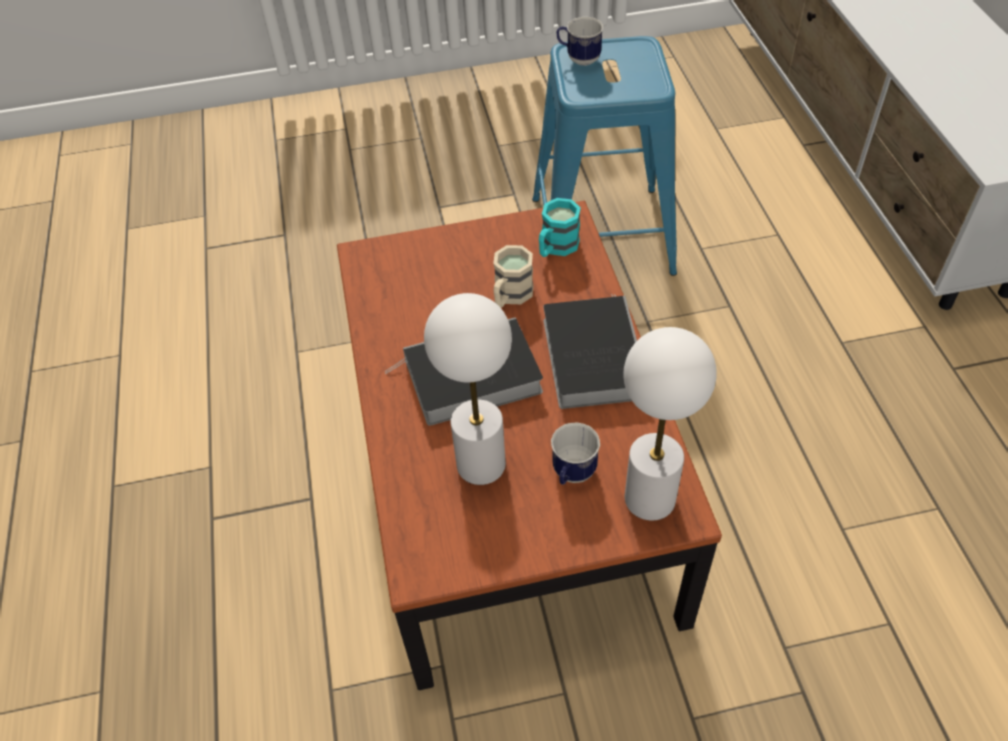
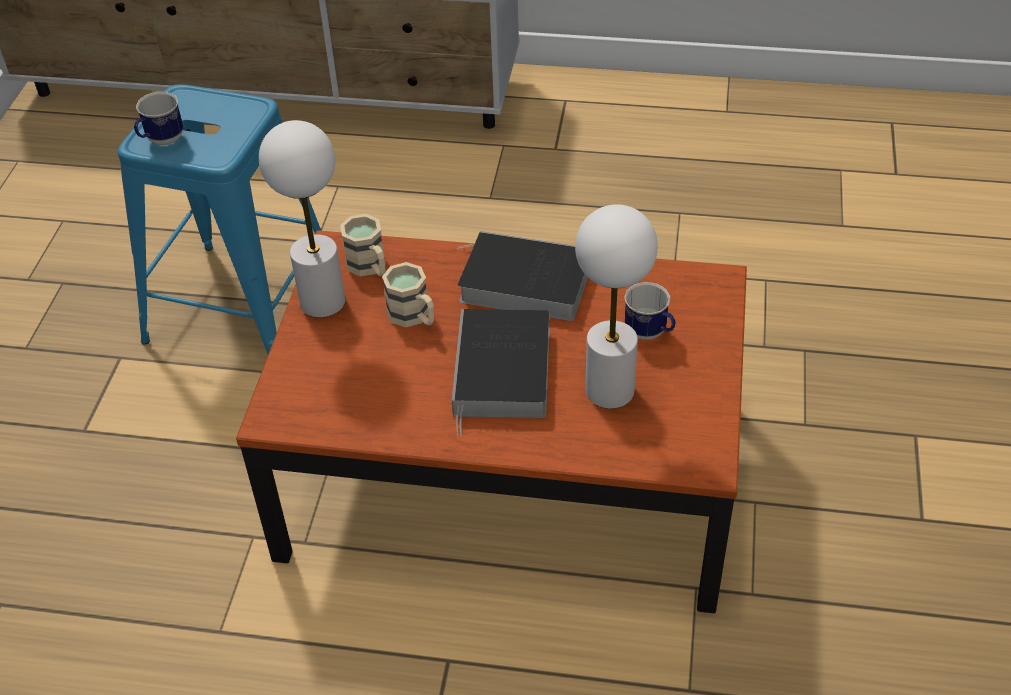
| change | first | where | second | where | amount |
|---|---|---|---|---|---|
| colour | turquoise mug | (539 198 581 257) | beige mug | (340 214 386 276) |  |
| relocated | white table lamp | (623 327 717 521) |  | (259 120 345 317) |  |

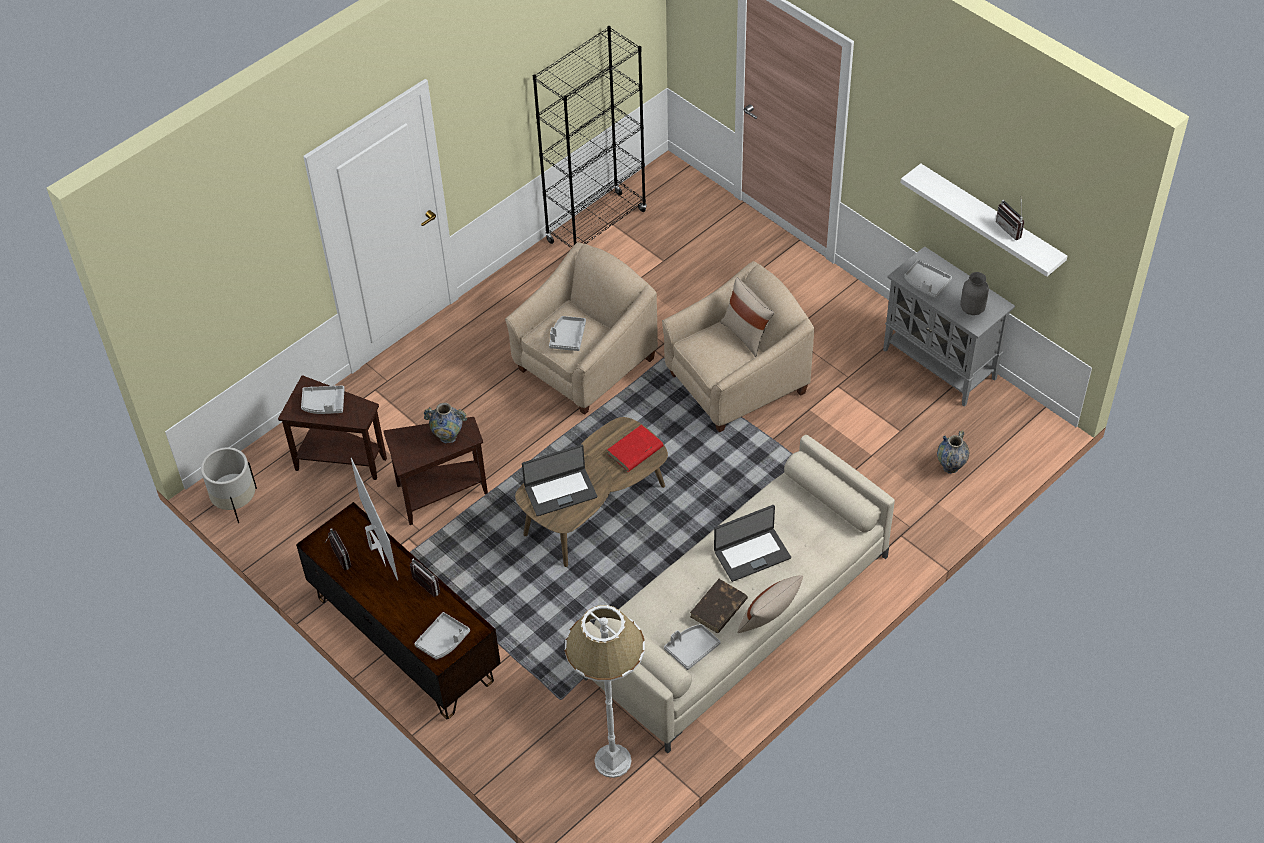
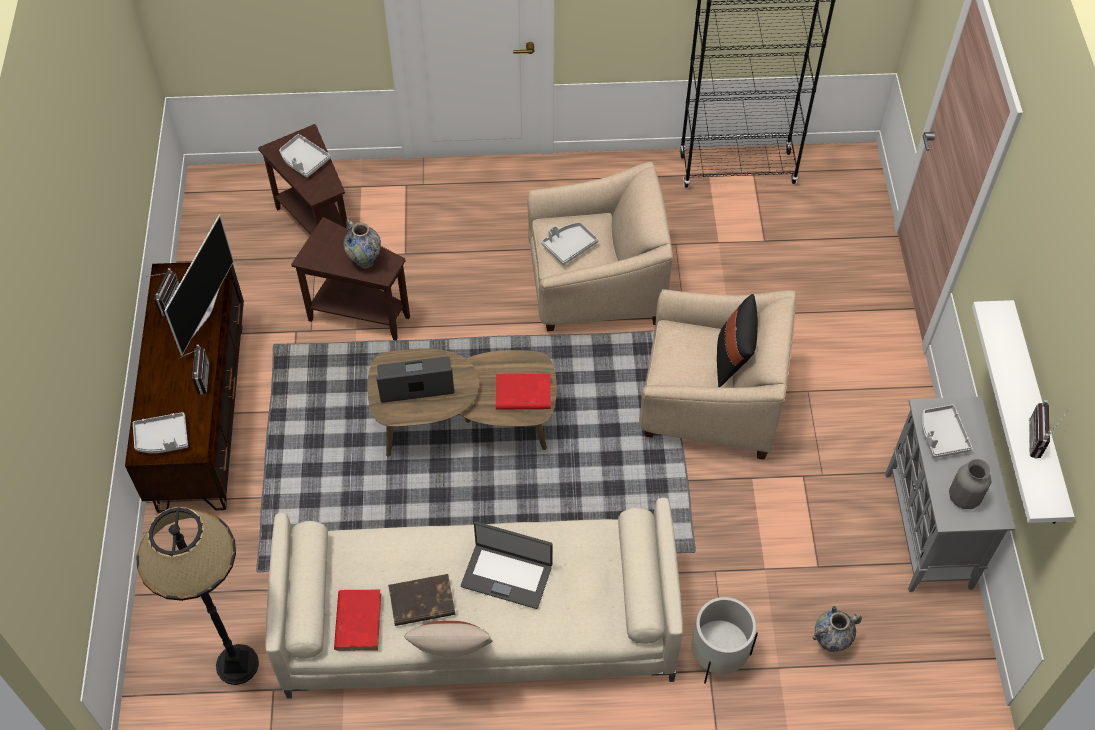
| change | first | where | second | where | amount |
|---|---|---|---|---|---|
| relocated | white planter | (201 447 257 523) |  | (691 597 758 684) |  |
| spun | laptop | (522 444 597 516) |  | (376 356 454 403) | 150 degrees clockwise |
| colour | white floor lamp | (565 605 645 778) | black floor lamp | (136 507 259 685) |  |
| exchanged | grey tray | (664 624 721 670) | red book | (334 590 381 651) |  |
| colour | beige pillow | (721 277 774 357) | black pillow | (717 294 758 387) |  |

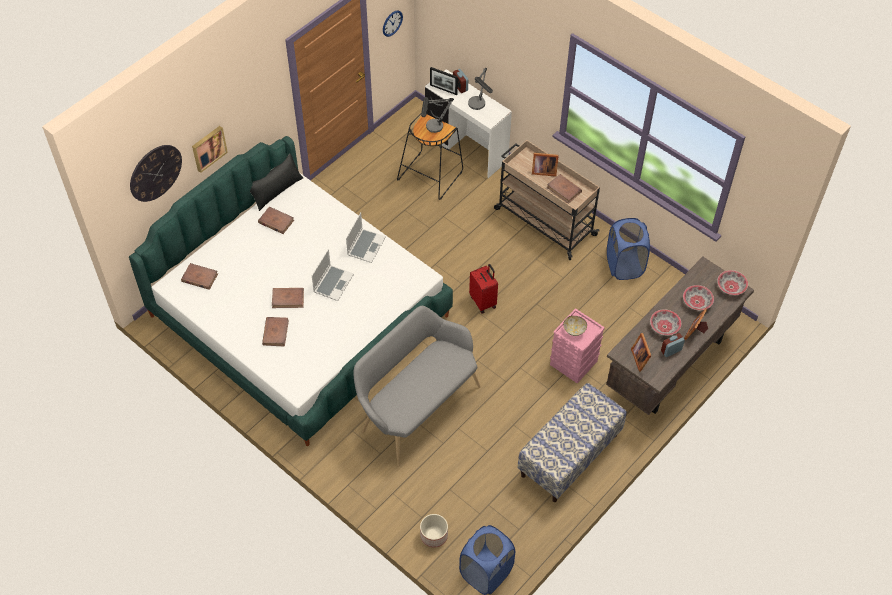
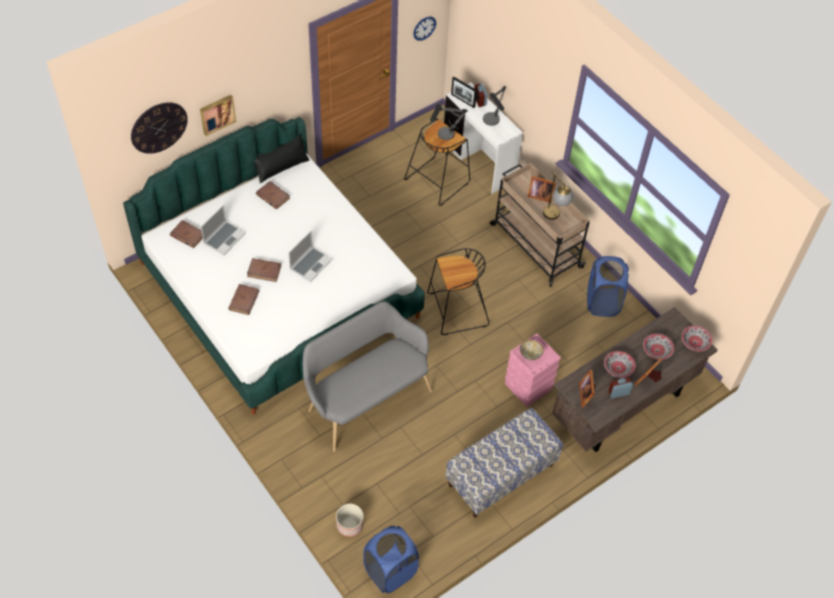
| change | first | where | second | where | amount |
|---|---|---|---|---|---|
| relocated | laptop | (346 212 386 263) |  | (201 205 246 255) |  |
| exchanged | red suitcase | (469 264 498 314) | black stool | (427 248 490 335) |  |
| exchanged | brown book | (547 174 582 204) | table lamp | (543 171 573 220) |  |

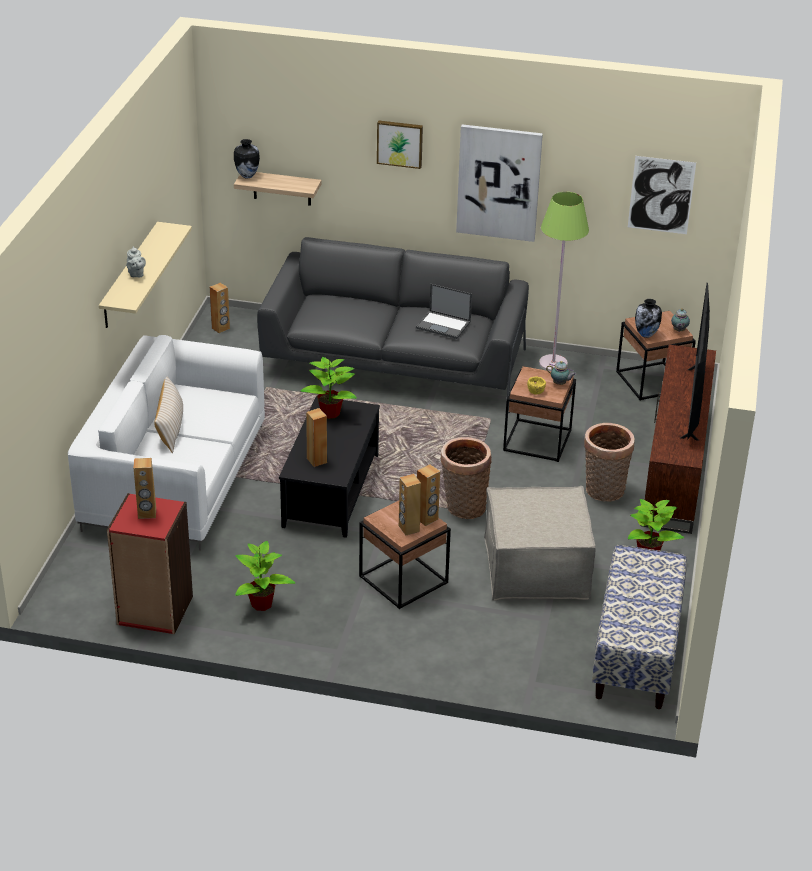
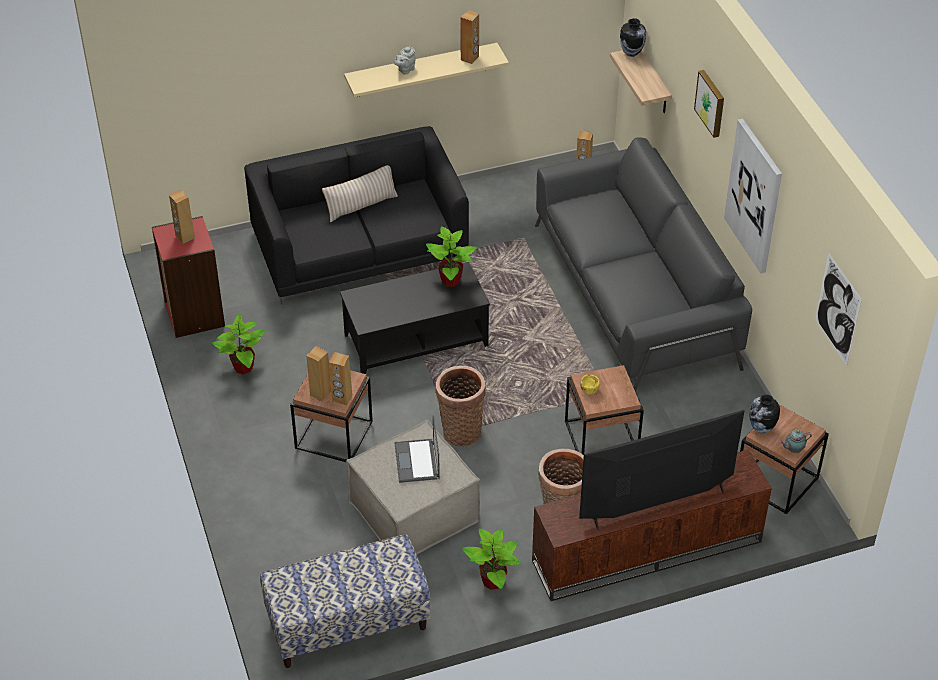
| change | first | where | second | where | amount |
|---|---|---|---|---|---|
| colour | white sofa | (68 335 265 551) | black sofa | (244 126 469 304) |  |
| relocated | brown speaker | (306 408 327 467) |  | (460 10 479 64) |  |
| relocated | laptop | (416 284 472 339) |  | (394 415 440 483) |  |
| missing | green floor lamp | (539 192 589 371) |  |  |  |
| missing | teapot | (546 361 576 385) |  |  |  |

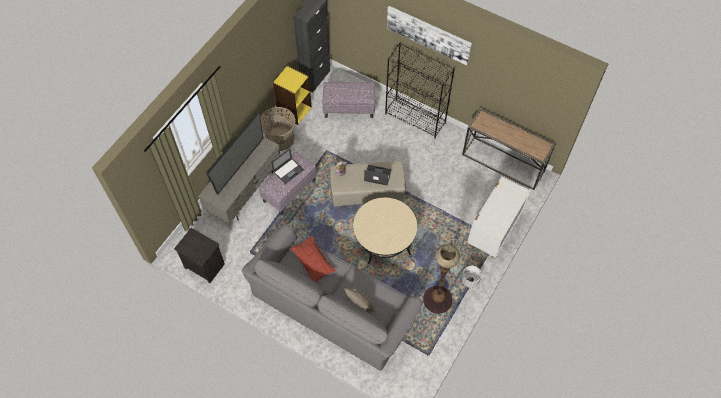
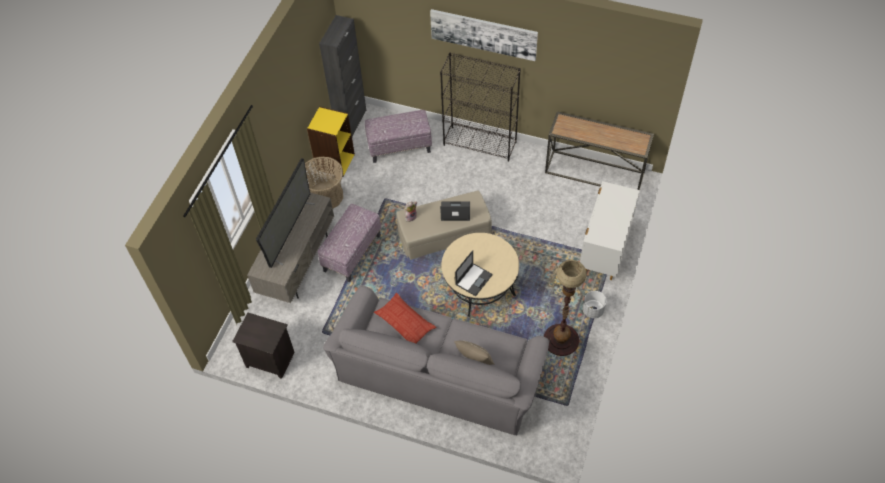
| change | first | where | second | where | amount |
|---|---|---|---|---|---|
| relocated | laptop | (271 148 304 184) |  | (455 250 493 296) |  |

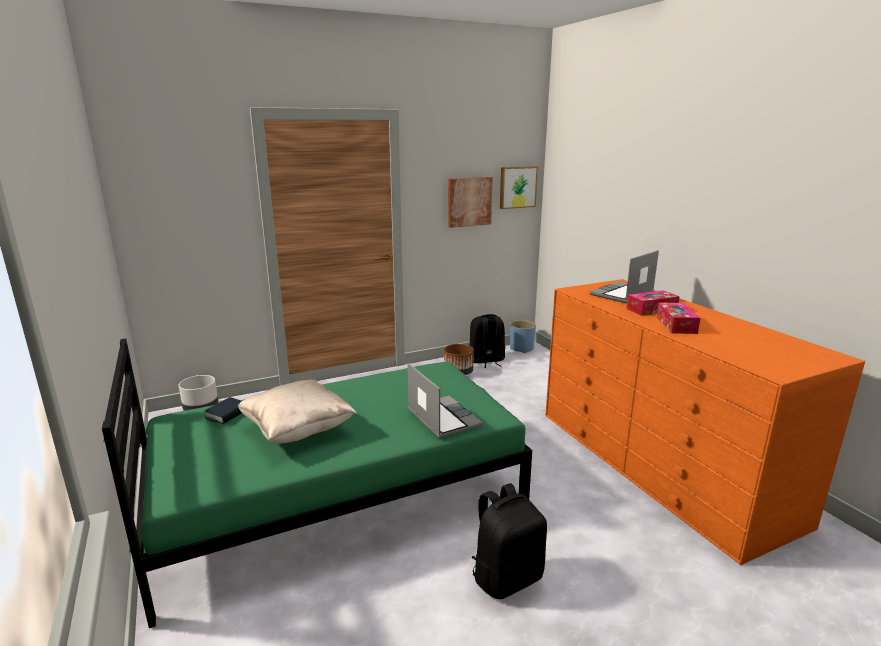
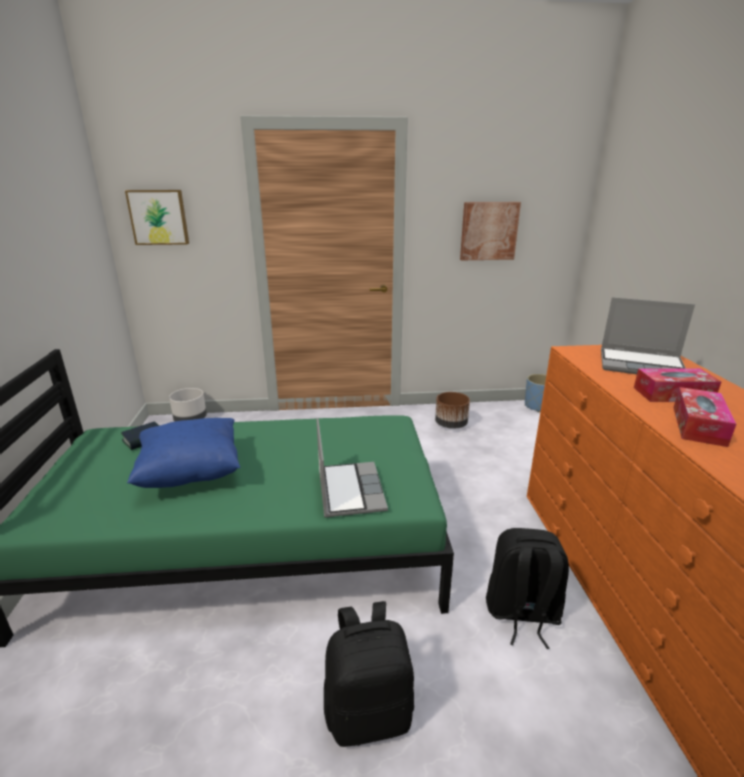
| change | first | where | second | where | amount |
|---|---|---|---|---|---|
| colour | beige pillow | (238 380 356 444) | blue pillow | (127 418 240 488) |  |
| relocated | black backpack | (469 314 505 368) |  | (486 528 569 649) |  |
| relocated | picture | (500 166 538 209) |  | (125 190 189 245) |  |
| spun | laptop | (590 250 659 303) |  | (601 297 695 374) | 135 degrees counterclockwise |

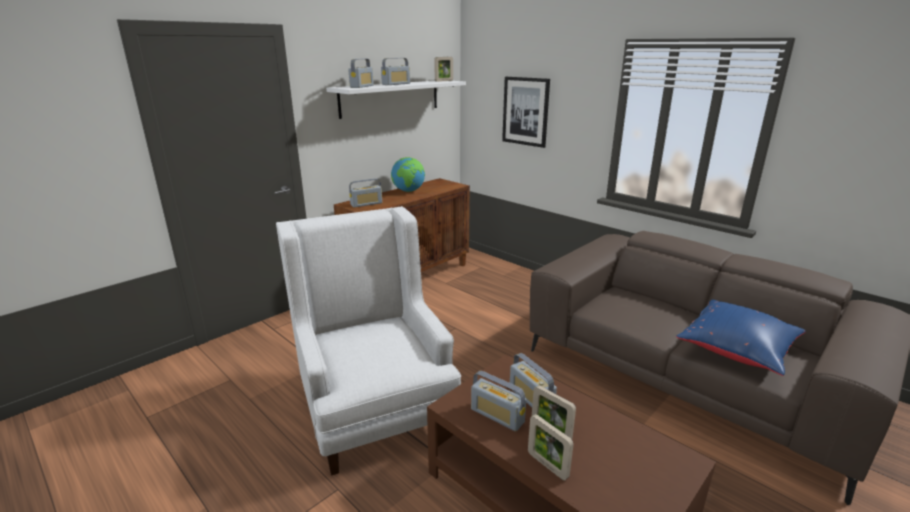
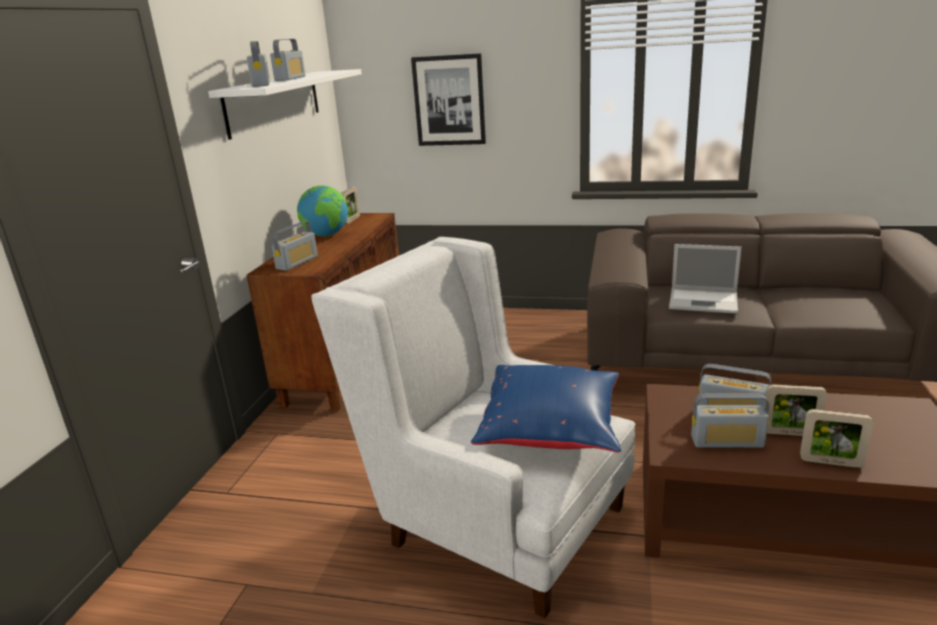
| change | first | where | second | where | amount |
|---|---|---|---|---|---|
| relocated | picture frame | (434 57 453 82) |  | (341 186 360 224) |  |
| relocated | blue pillow | (676 300 806 376) |  | (471 365 621 453) |  |
| appeared |  |  | laptop | (669 244 741 314) |  |

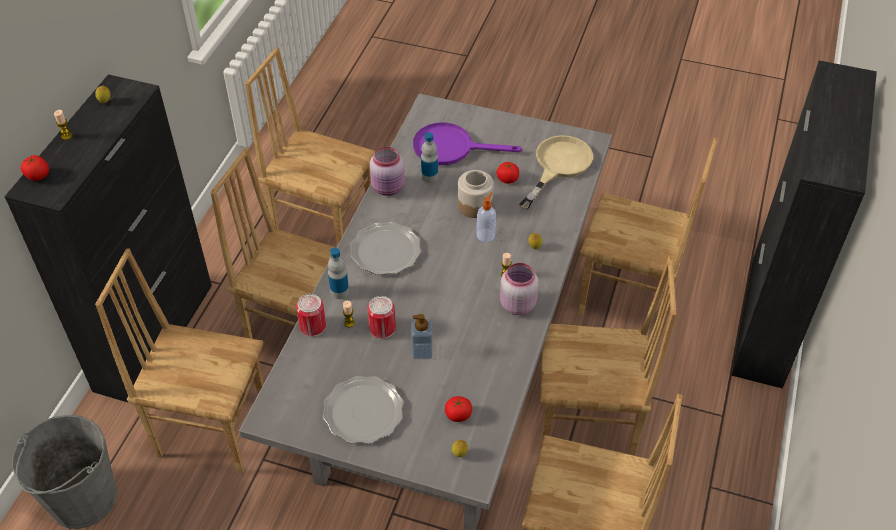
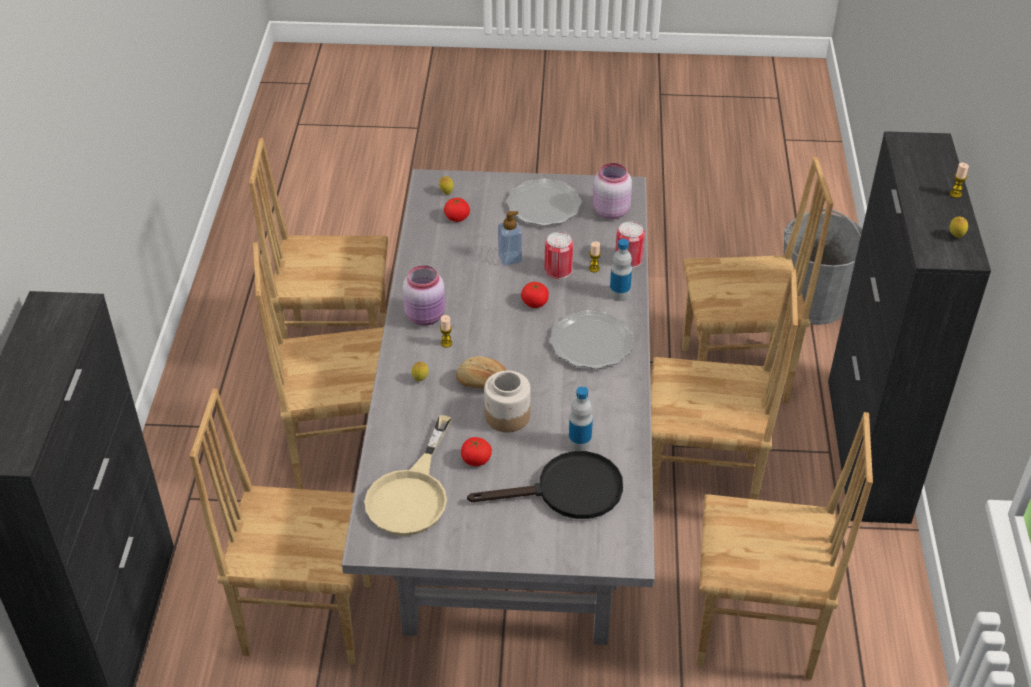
| change | first | where | second | where | amount |
|---|---|---|---|---|---|
| relocated | tomato | (21 155 49 181) |  | (521 282 549 308) |  |
| relocated | pink jar | (370 147 405 196) |  | (593 163 632 219) |  |
| colour | purple frying pan | (413 122 522 165) | black frying pan | (467 451 623 519) |  |
| exchanged | soap dispenser | (476 192 496 242) | bread | (456 356 507 389) |  |

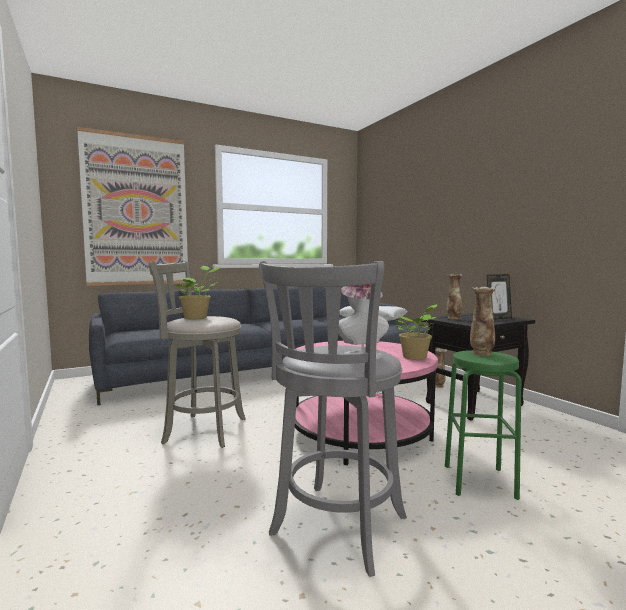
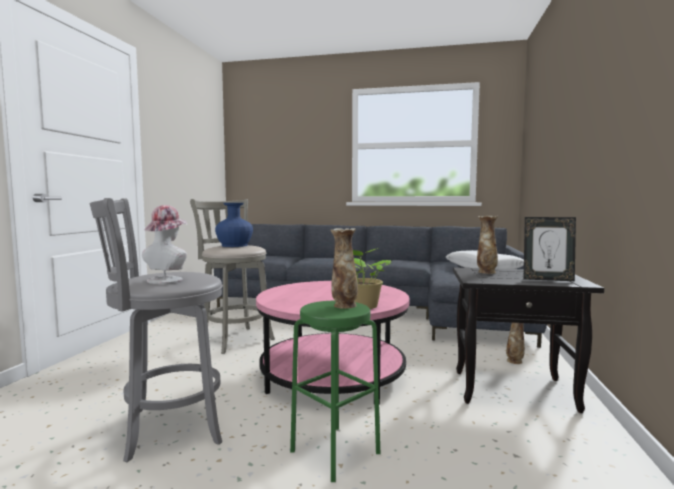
| change | first | where | second | where | amount |
|---|---|---|---|---|---|
| missing | picture | (77 127 188 286) |  |  |  |
| exchanged | potted plant | (174 266 221 319) | blue vase | (215 203 253 247) |  |

